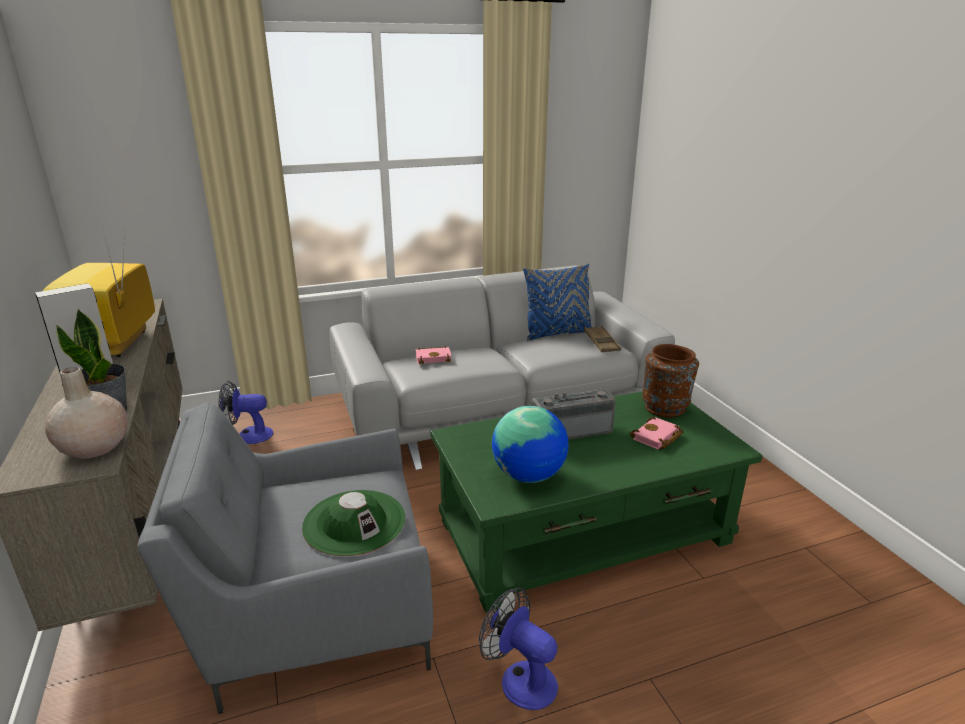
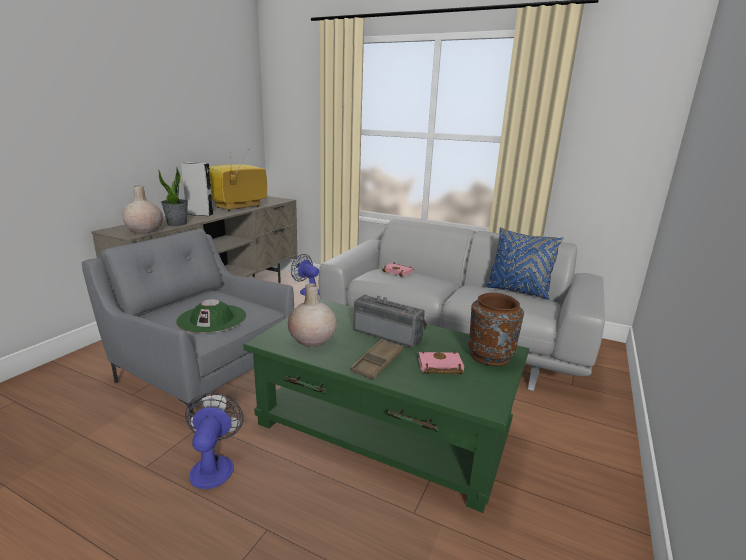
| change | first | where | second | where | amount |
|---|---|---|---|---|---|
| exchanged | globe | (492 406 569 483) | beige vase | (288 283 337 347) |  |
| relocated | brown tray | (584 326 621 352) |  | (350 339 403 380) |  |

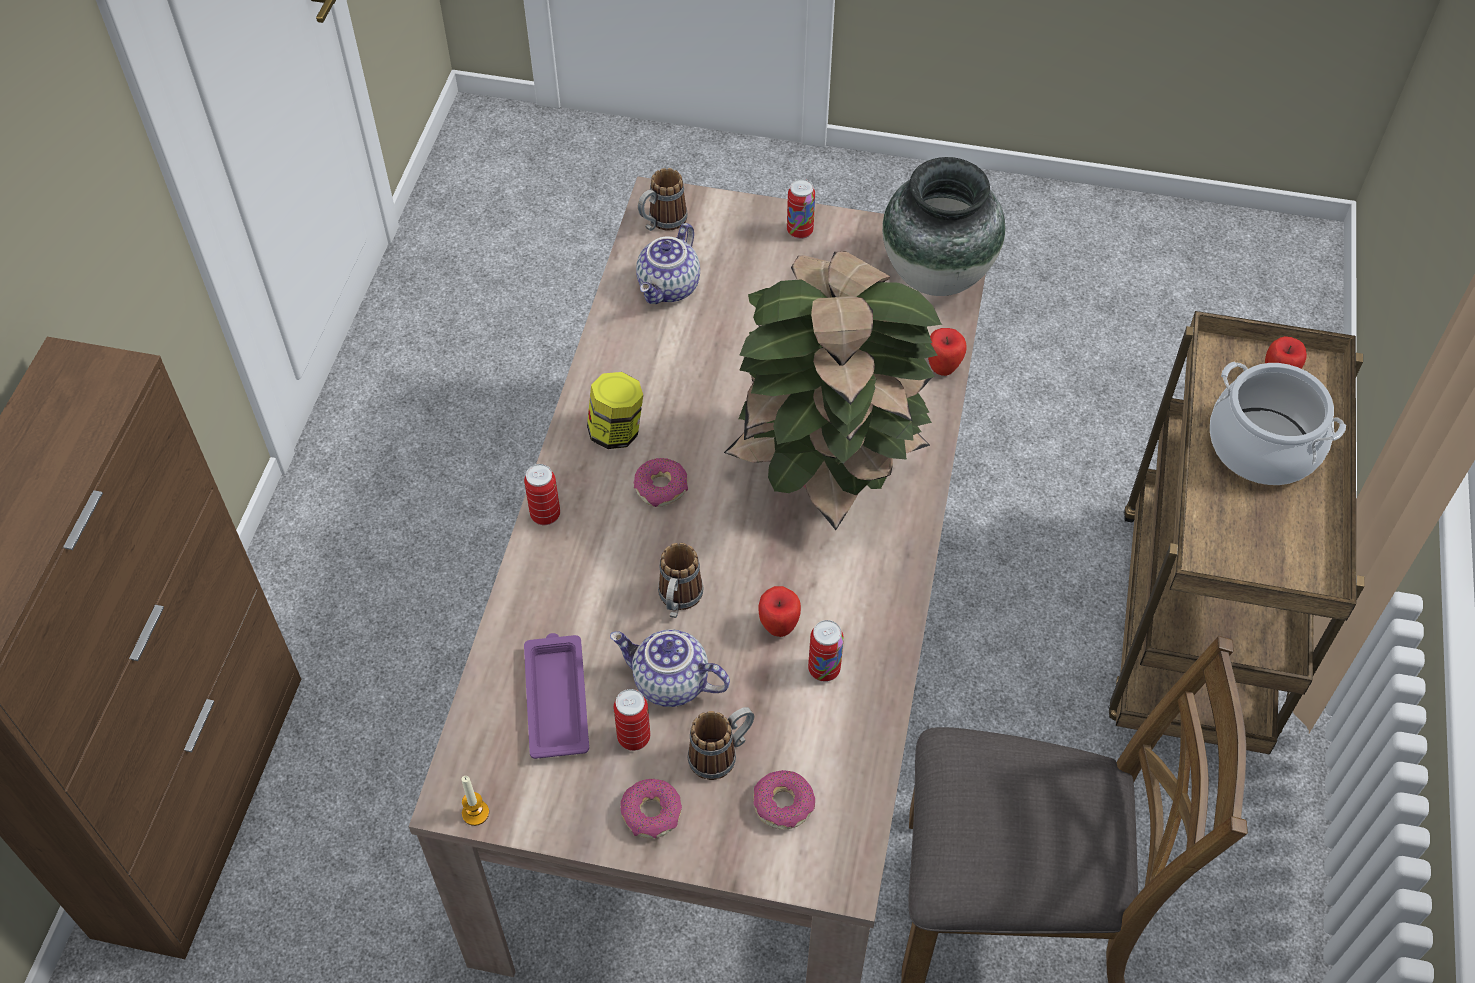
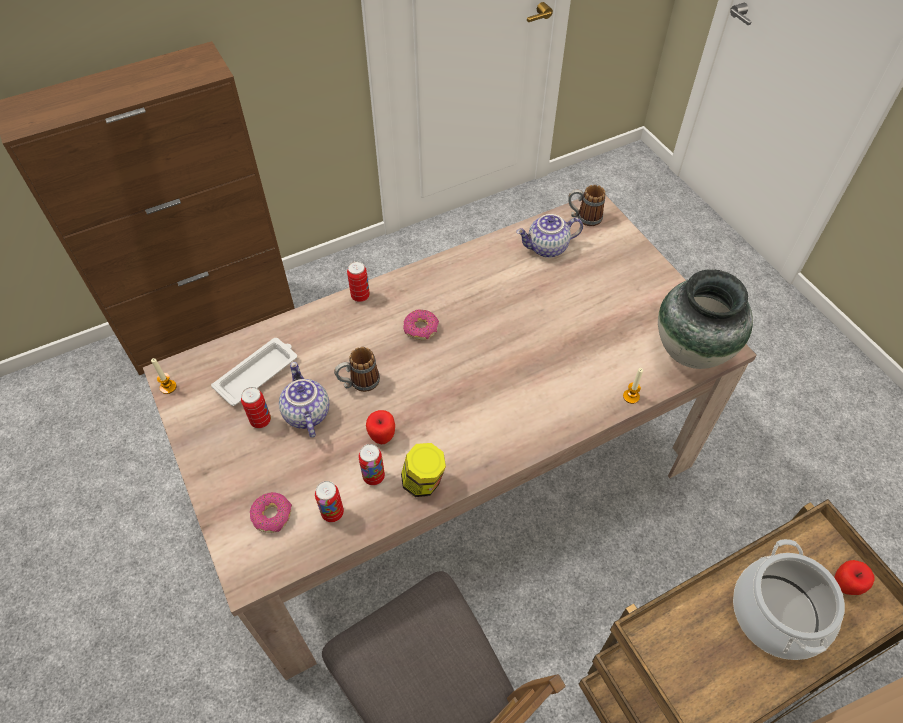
| change | first | where | second | where | amount |
|---|---|---|---|---|---|
| colour | purple tray | (524 633 589 759) | white tray | (211 338 297 406) |  |
| relocated | jar | (587 372 643 449) |  | (401 443 446 497) |  |
| missing | donut | (620 779 682 838) |  |  |  |
| missing | mug | (688 707 755 780) |  |  |  |
| missing | potted plant | (724 251 942 530) |  |  |  |
| relocated | can | (787 179 815 239) |  | (315 481 344 522) |  |
| exchanged | apple | (928 328 967 376) | candle | (623 368 643 404) |  |

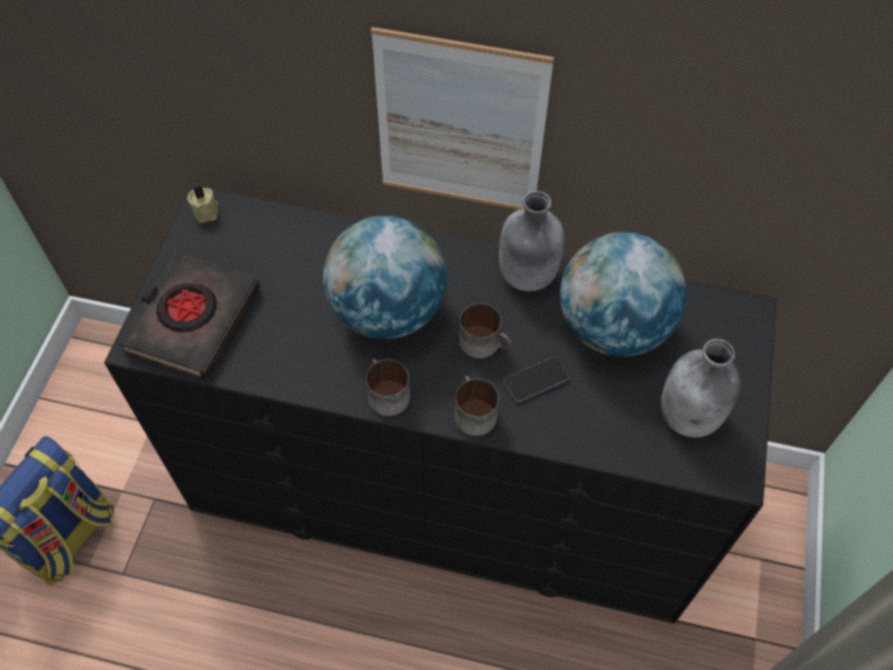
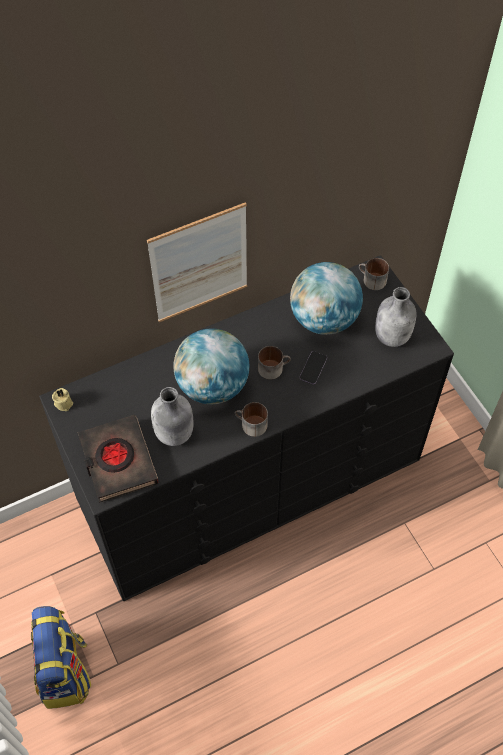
| change | first | where | second | where | amount |
|---|---|---|---|---|---|
| relocated | mug | (455 376 499 436) |  | (359 258 389 290) |  |
| relocated | grey bottle | (499 191 564 291) |  | (151 387 193 446) |  |

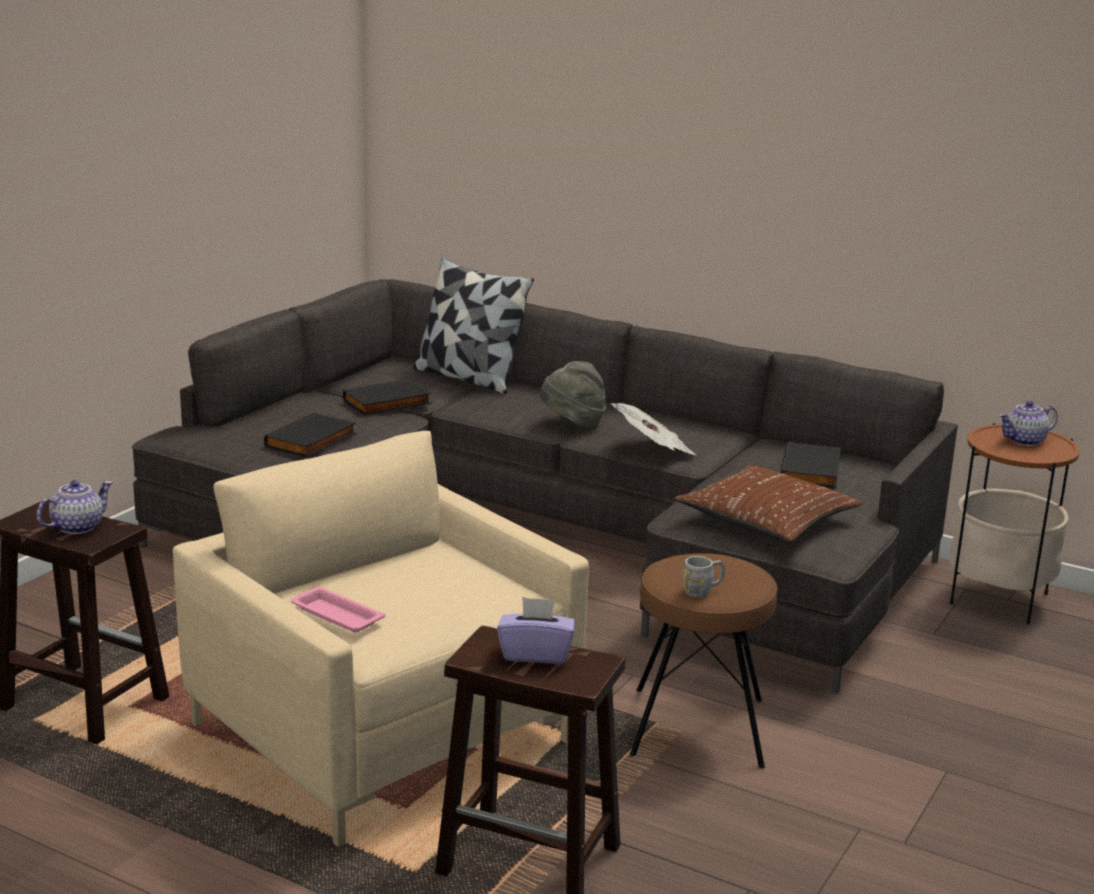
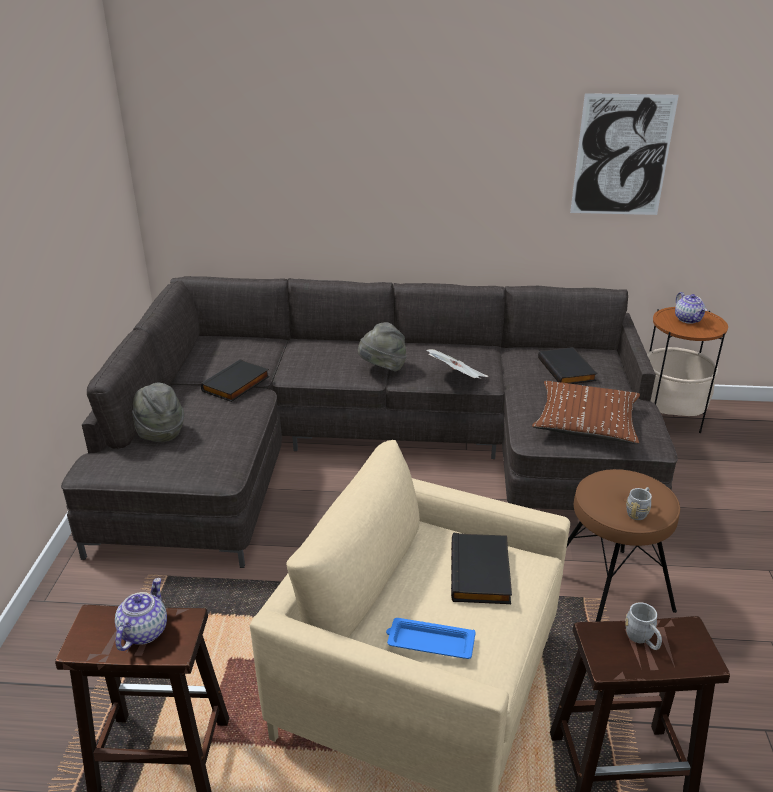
| change | first | where | second | where | amount |
|---|---|---|---|---|---|
| relocated | black book | (264 412 356 458) |  | (451 533 512 604) |  |
| colour | pink tray | (291 587 385 632) | blue tray | (386 618 475 659) |  |
| missing | pillow | (413 257 534 394) |  |  |  |
| exchanged | purple tissue box | (497 597 575 664) | grey mug | (625 602 662 650) |  |
| spun | teapot | (999 401 1058 446) |  | (675 292 707 324) | 60 degrees counterclockwise |
| appeared |  |  | grey hat | (132 383 184 442) |  |
| appeared |  |  | picture | (570 93 679 215) |  |

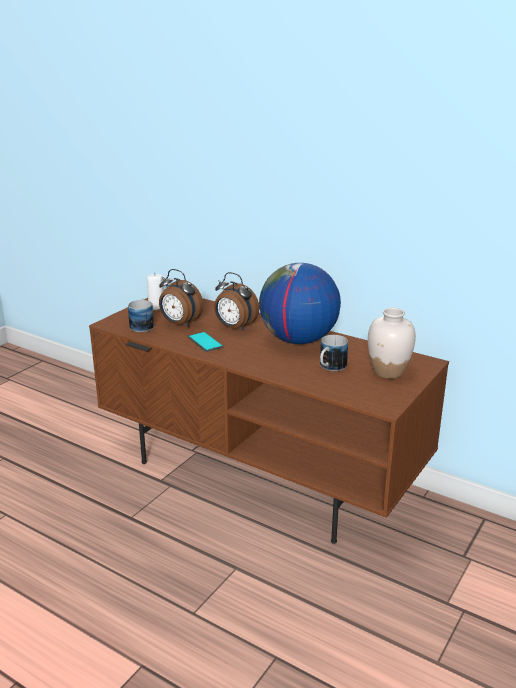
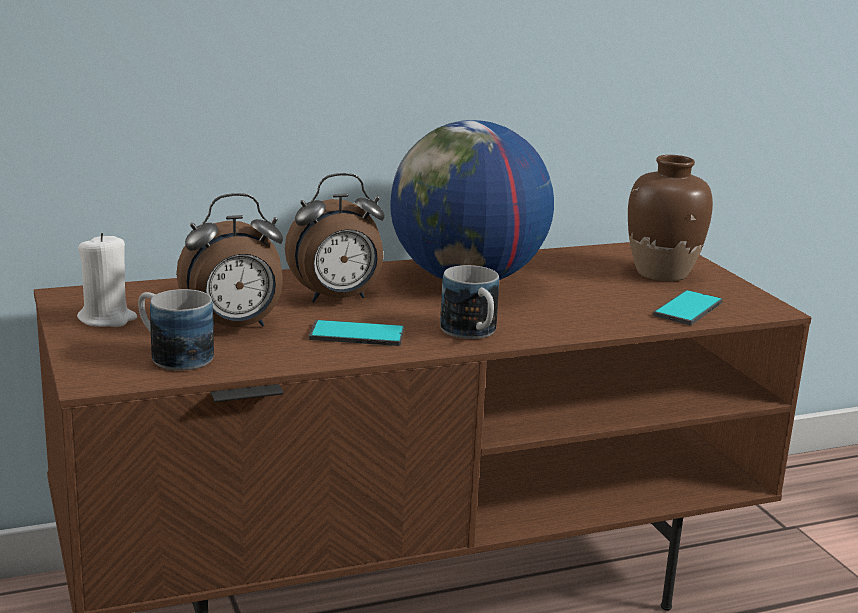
| change | first | where | second | where | amount |
|---|---|---|---|---|---|
| relocated | mug | (320 335 348 371) |  | (440 265 499 339) |  |
| colour | white vase | (368 308 416 379) | brown vase | (628 155 713 281) |  |
| appeared |  |  | phone | (653 290 723 325) |  |

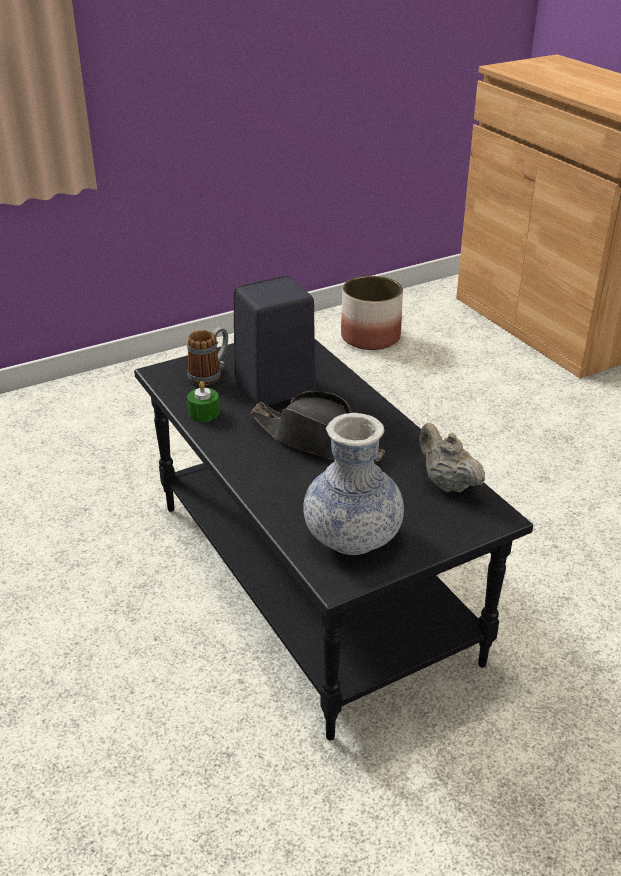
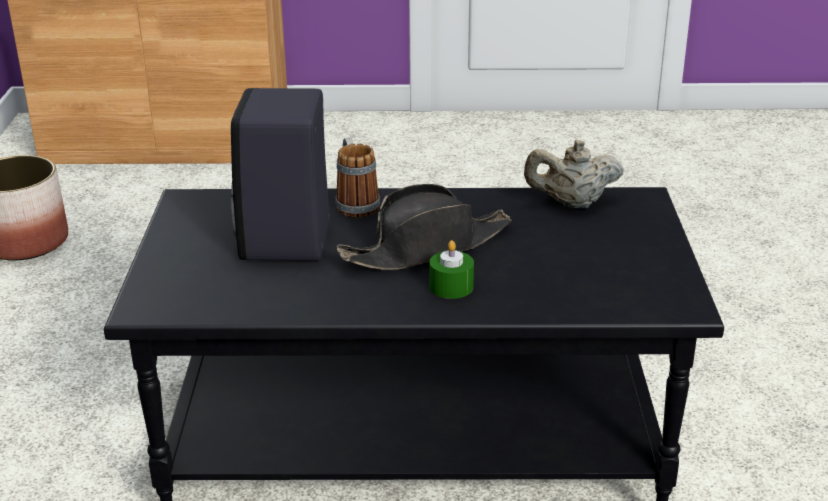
| change | first | where | second | where | amount |
|---|---|---|---|---|---|
| relocated | mug | (187 327 228 385) |  | (335 138 380 218) |  |
| relocated | green candle | (187 381 220 422) |  | (429 240 474 299) |  |
| missing | vase | (303 413 404 555) |  |  |  |

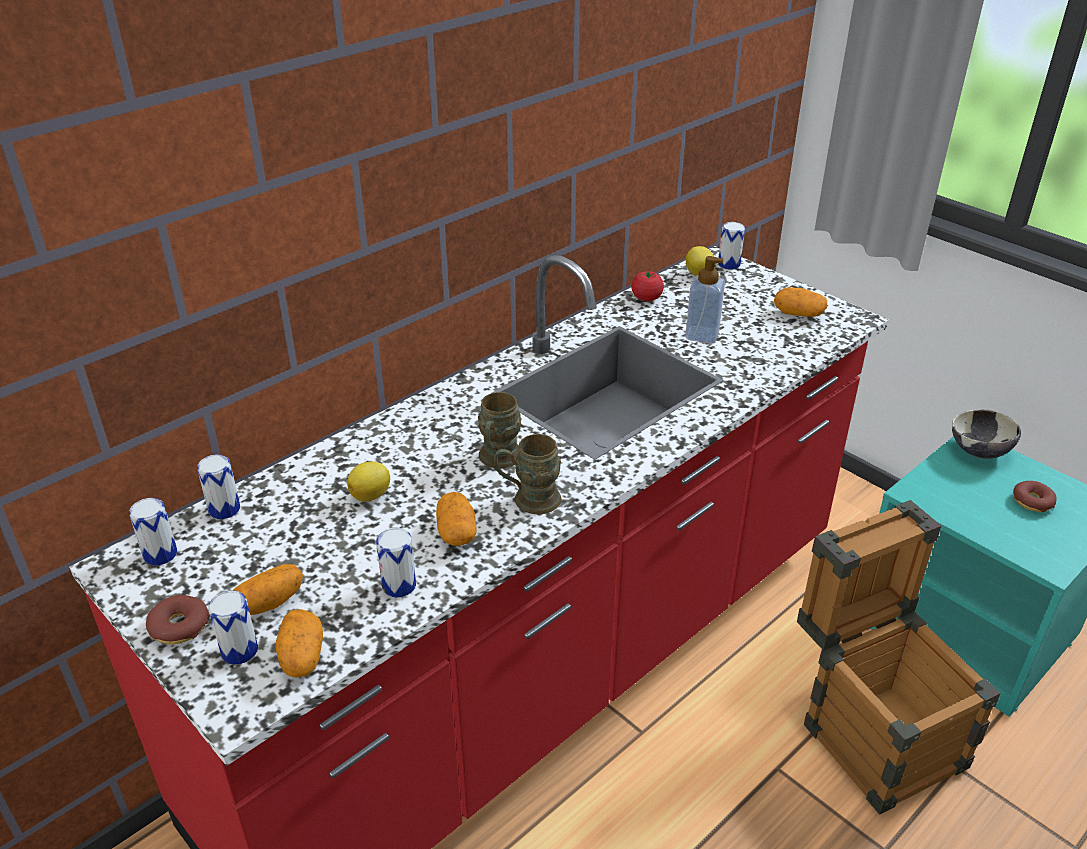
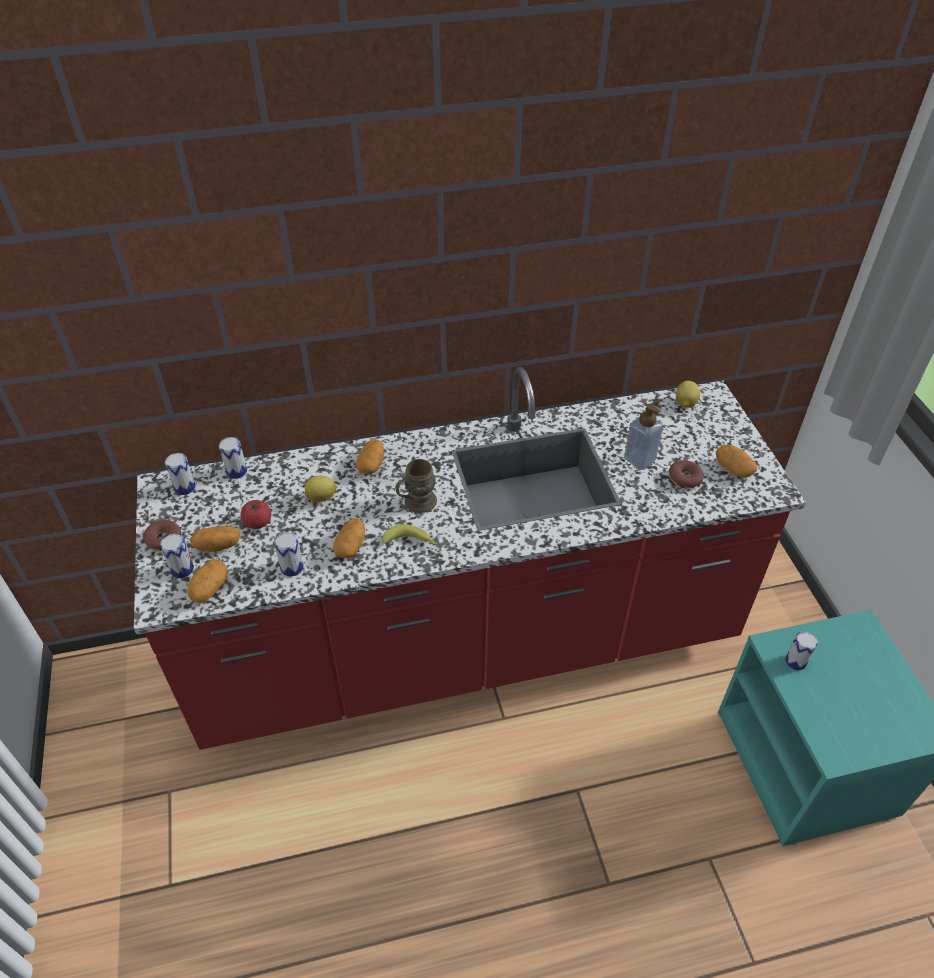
| change | first | where | second | where | amount |
|---|---|---|---|---|---|
| exchanged | brown mug | (494 434 561 514) | banana | (382 524 437 546) |  |
| relocated | tomato | (631 271 664 301) |  | (240 500 271 529) |  |
| relocated | can | (718 222 745 270) |  | (785 631 818 670) |  |
| missing | crate | (797 500 1001 815) |  |  |  |
| missing | bowl | (952 410 1021 459) |  |  |  |
| relocated | donut | (1013 481 1057 512) |  | (669 460 704 488) |  |
| appeared |  |  | potato | (356 439 384 474) |  |

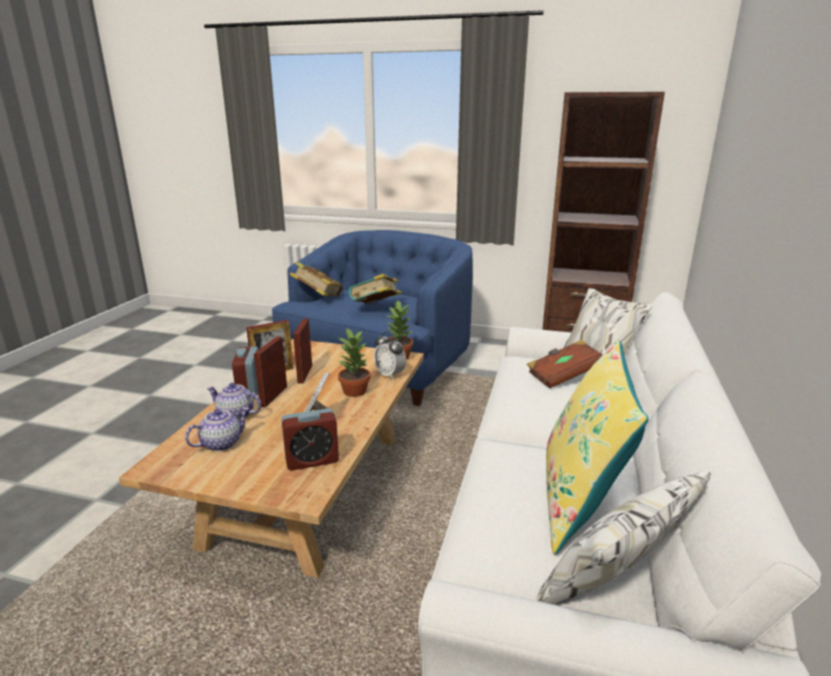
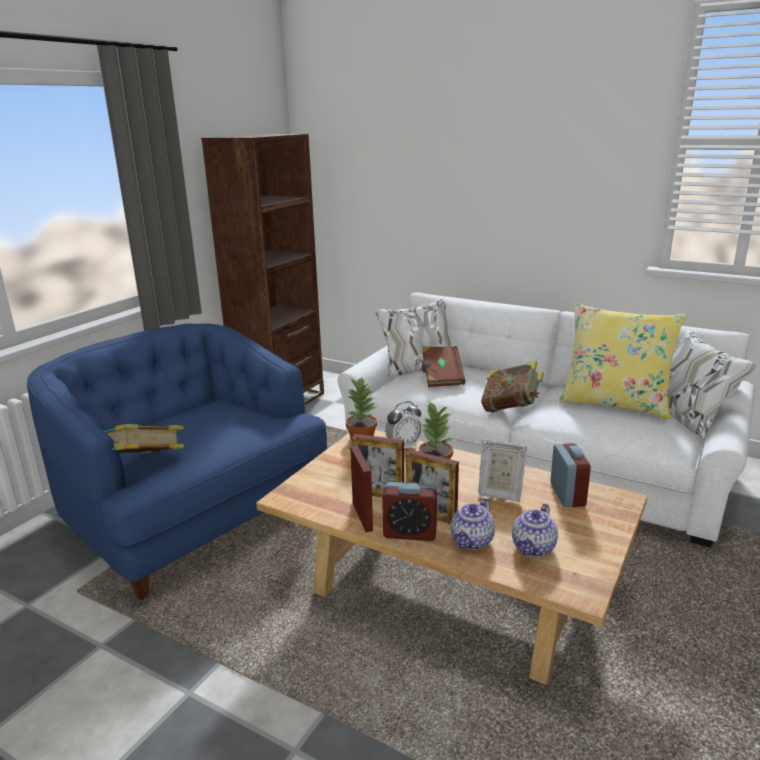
| change | first | where | second | where | amount |
|---|---|---|---|---|---|
| spun | teapot | (185 407 249 451) |  | (512 503 558 557) | 120 degrees counterclockwise |
| relocated | book | (349 274 402 304) |  | (481 361 544 412) |  |

